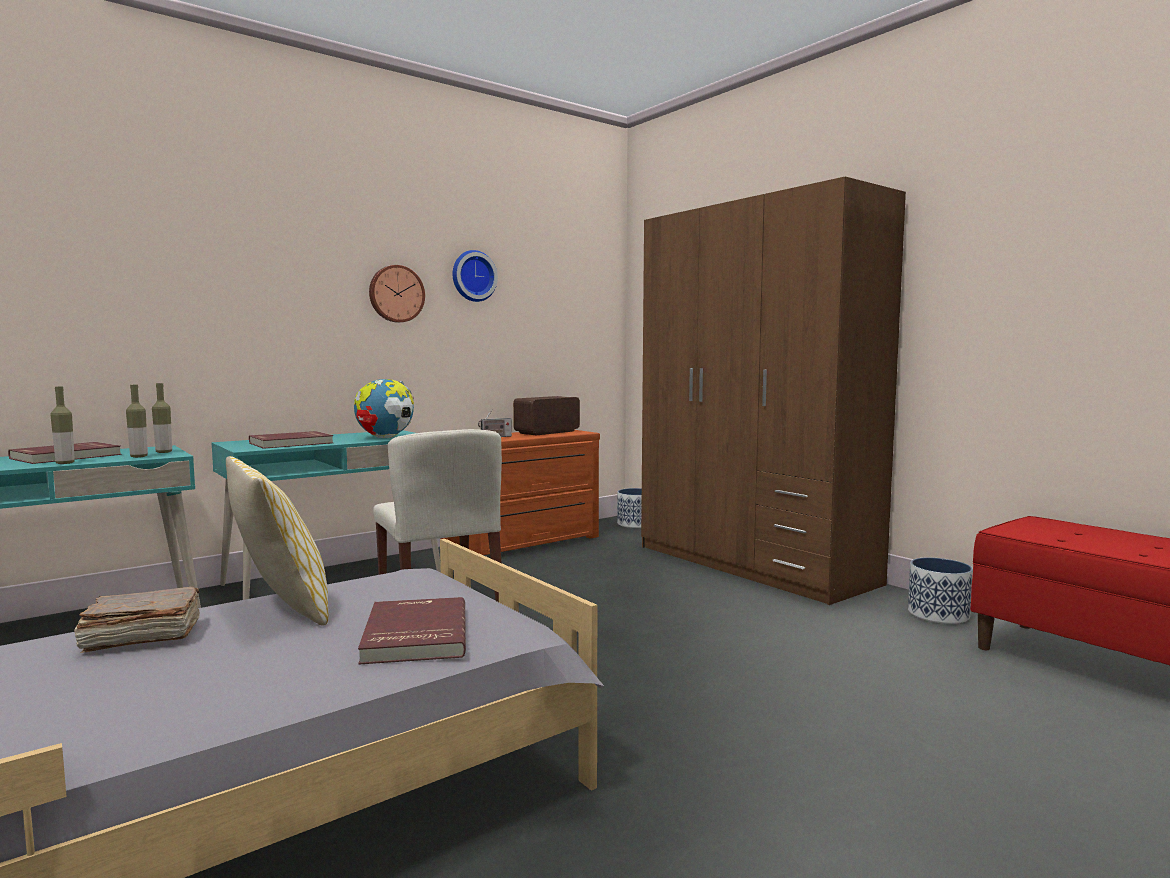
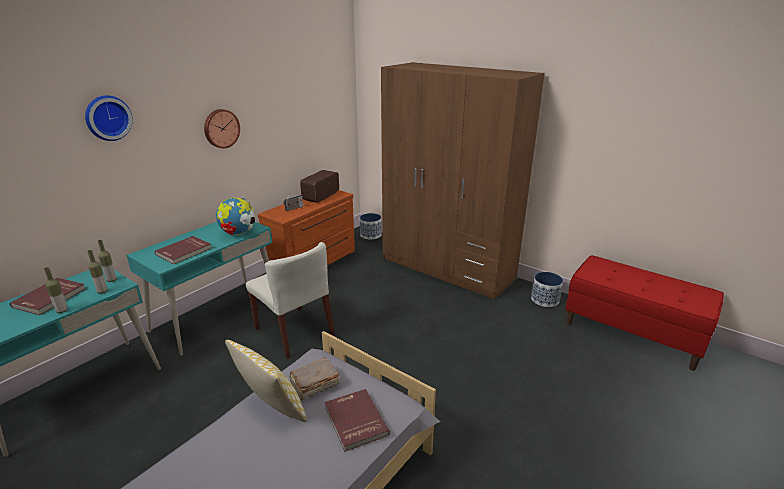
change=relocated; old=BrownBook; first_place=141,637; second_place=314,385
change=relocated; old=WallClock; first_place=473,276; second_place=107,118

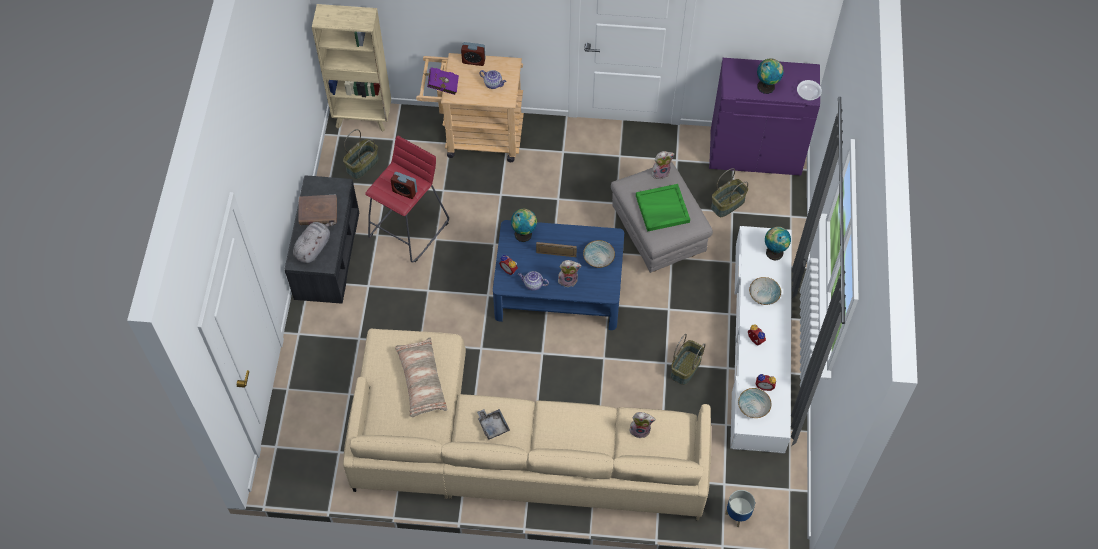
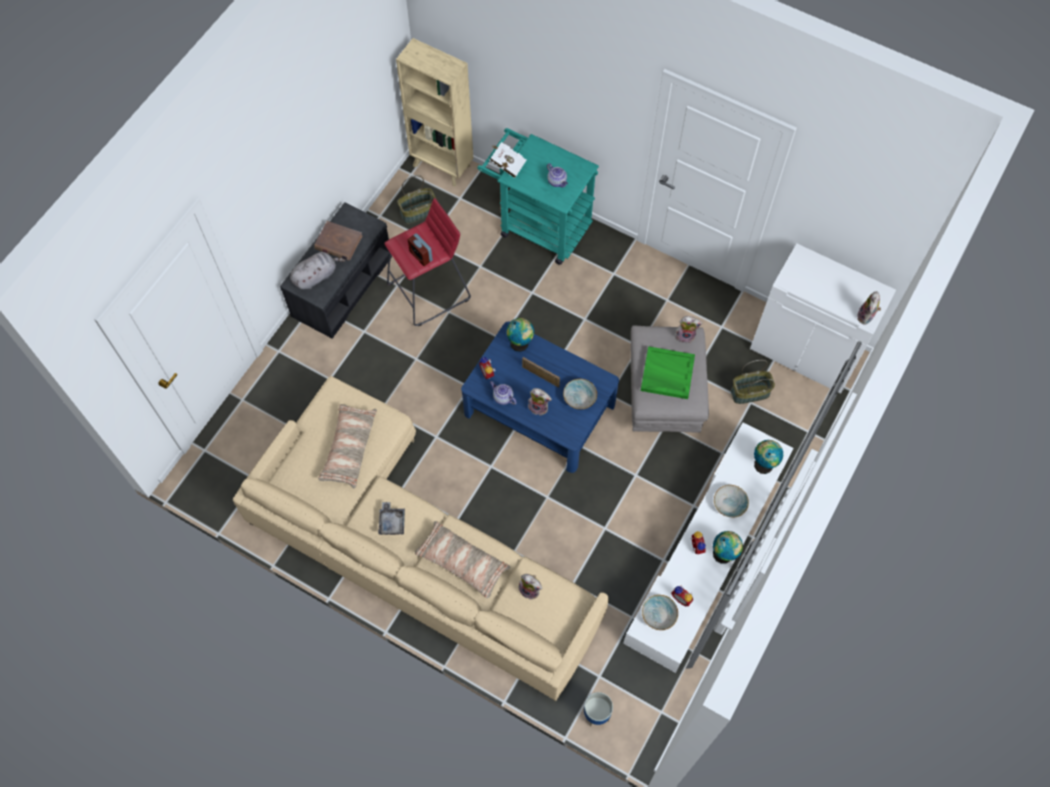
change=missing; old=AlarmClock; first_place=473,61
change=missing; old=HouseholdBasket; first_place=686,368
change=appeared; new=ThrowPillow; second_place=462,562
change=relocated; old=DeskGlobe; first_place=767,86; second_place=724,554
change=exchanged; old=ServingBowl; new=CuddlyToy; first_place=808,94; second_place=866,317
change=colour; old=SandColouredWheeledCart; new=TurquoiseWheeledCart; first_place=476,136; second_place=538,225
change=colour; old=PurpleBook; new=WhitishBook; first_place=442,85; second_place=507,164
change=colour; old=PurpleCabinet; new=WhitishCabinet; first_place=755,152; second_place=806,351

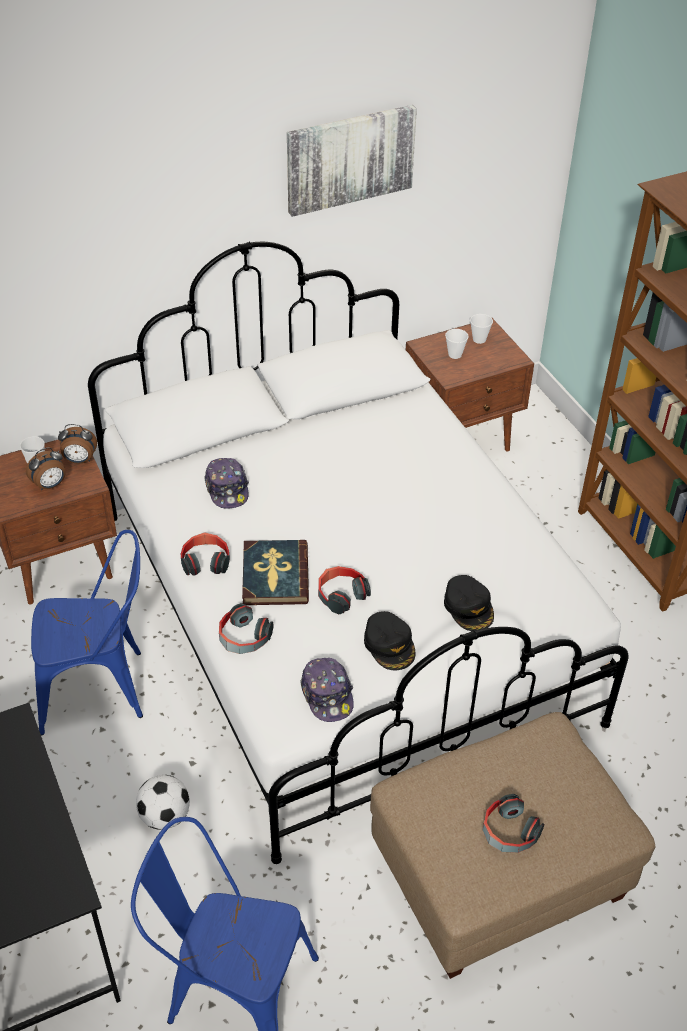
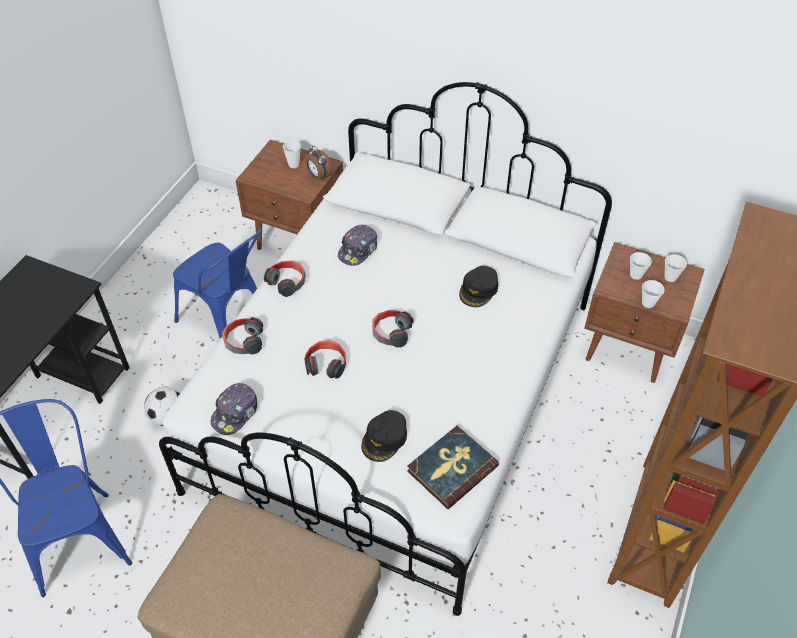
change=missing; old=AlarmClock; first_place=50,485
change=missing; old=WallArt; first_place=350,159
change=appeared; new=Cup; second_place=648,303
change=relocated; old=Book; first_place=274,575; second_place=452,468
change=relocated; old=BlackishBaseballCap; first_place=390,645; second_place=479,290
change=relocated; old=Headphones; first_place=508,832; second_place=391,333

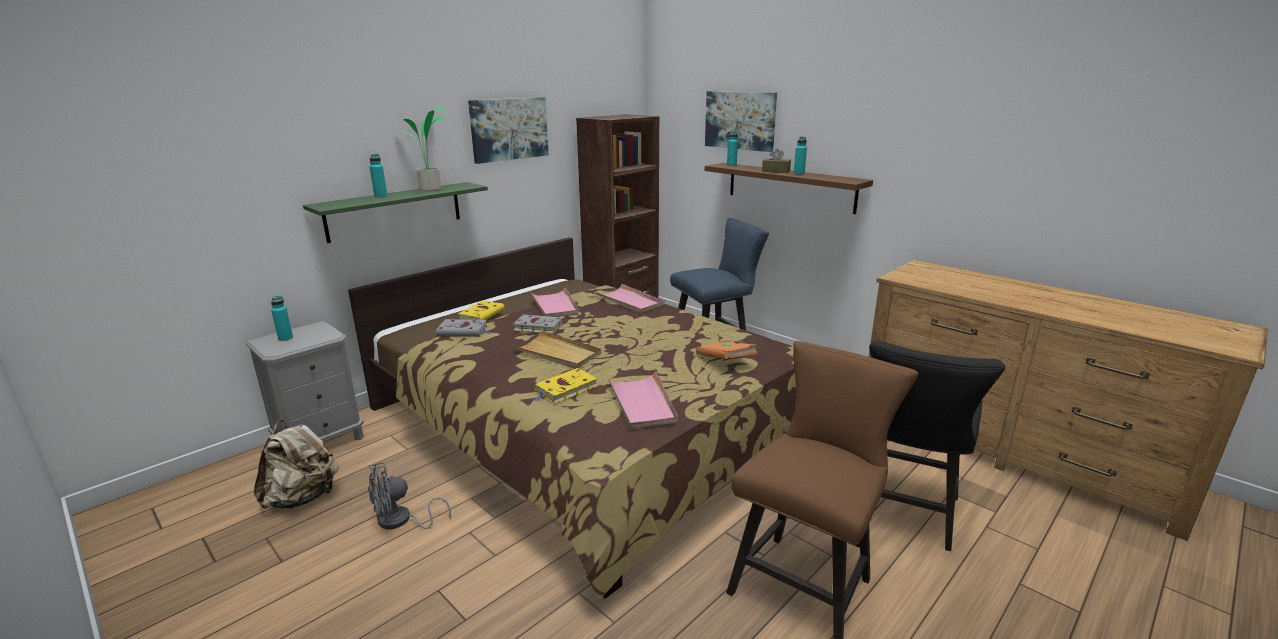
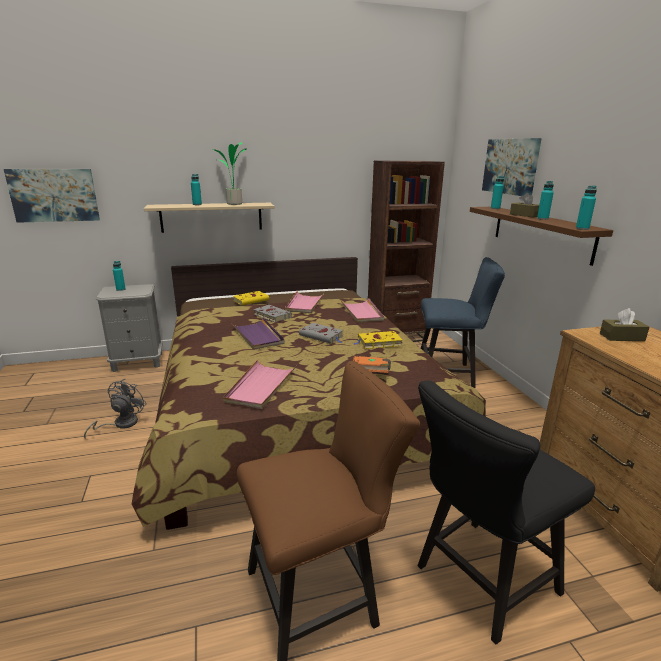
change=missing; old=SandColouredRucksack; first_place=303,497
change=appeared; new=TurquoiseBeverageBottle; second_place=582,228
change=appeared; new=BrownTissueHolder; second_place=622,337
change=relocated; old=GrayBook; first_place=464,331; second_place=322,336
change=relocated; old=WallArt; first_place=509,129; second_place=54,195
change=relocated; old=YellowishBook; first_place=565,390; second_place=378,343
change=colour; old=GreenColouredBracketShelf; new=SandColouredBracketShelf; first_place=395,211; second_place=211,217
change=colour; old=SandColouredServingTray; new=PurpleServingTray; first_place=557,353; second_place=258,336
change=spun; old=GrayElectricFan; first_place=400,521; second_place=120,424; degrees=105

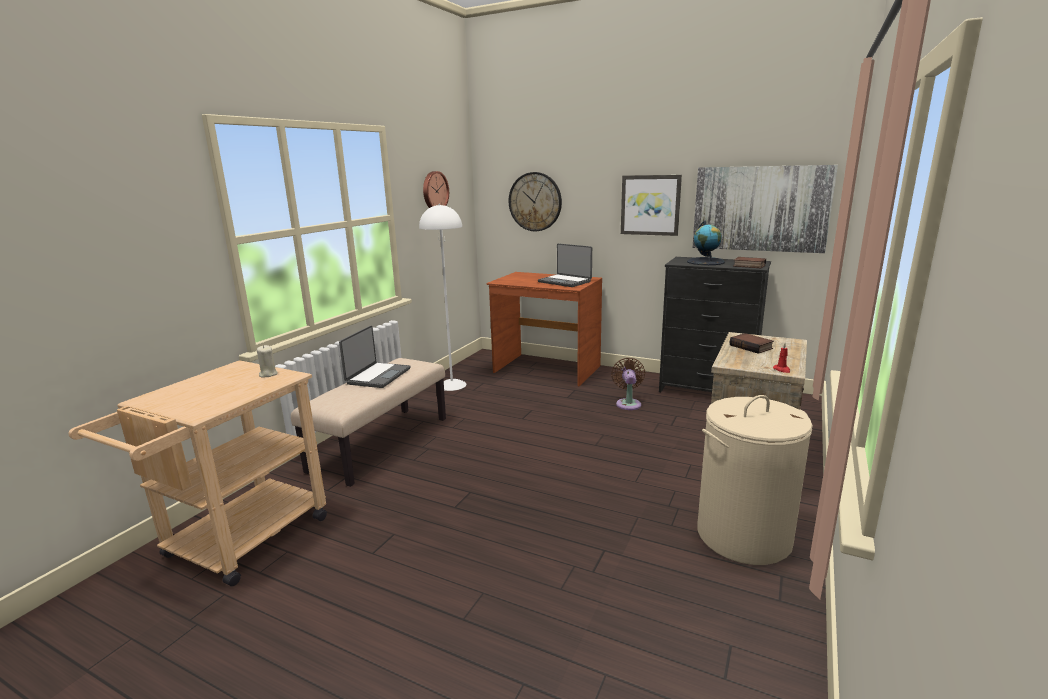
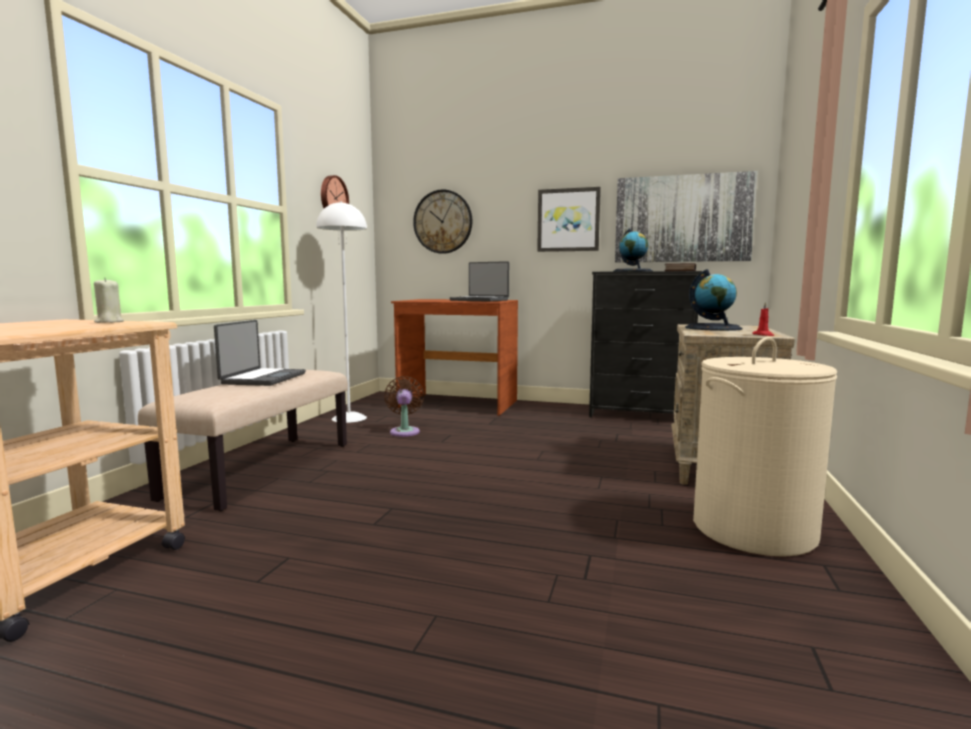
change=relocated; old=BrownElectricFan; first_place=628,403; second_place=405,431
change=exchanged; old=Book; new=DeskGlobe; first_place=752,347; second_place=713,328

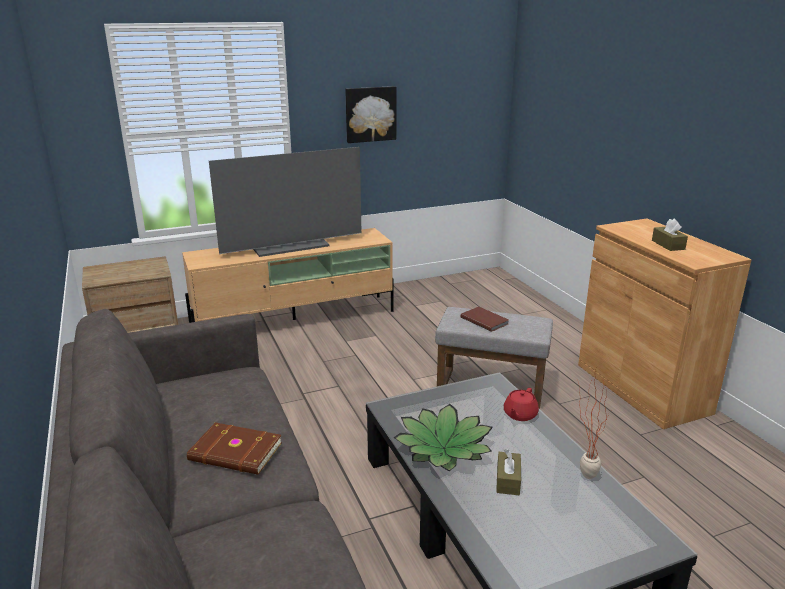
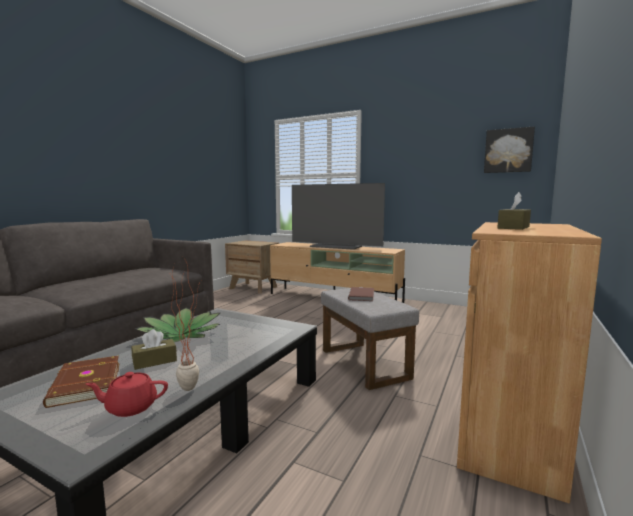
change=relocated; old=BrownBook; first_place=235,453; second_place=84,384
change=relocated; old=WallArt; first_place=370,114; second_place=508,150
change=relocated; old=RedColouredTeapot; first_place=519,415; second_place=130,407

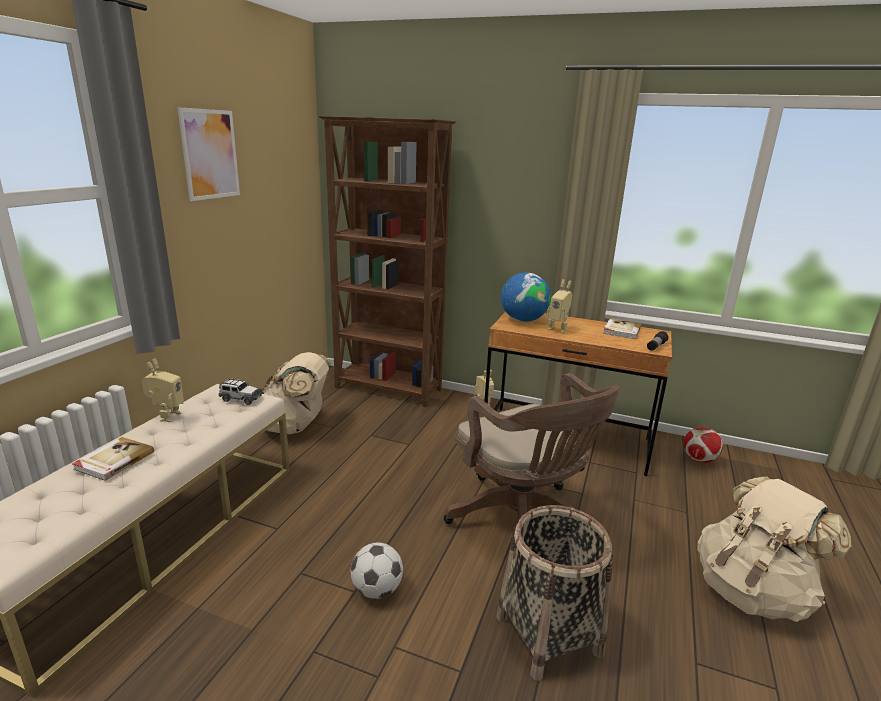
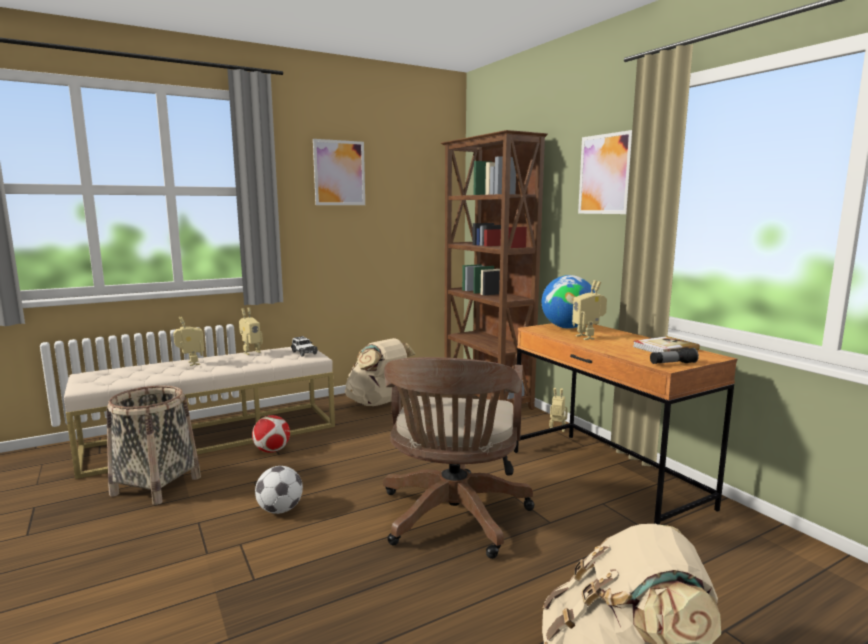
change=appeared; new=WallArt; second_place=604,174
change=relocated; old=HouseholdBasket; first_place=548,635; second_place=156,486
change=relocated; old=BallForFootball; first_place=699,460; second_place=272,451
change=exchanged; old=Book; new=ModelRobot; first_place=113,460; second_place=190,363

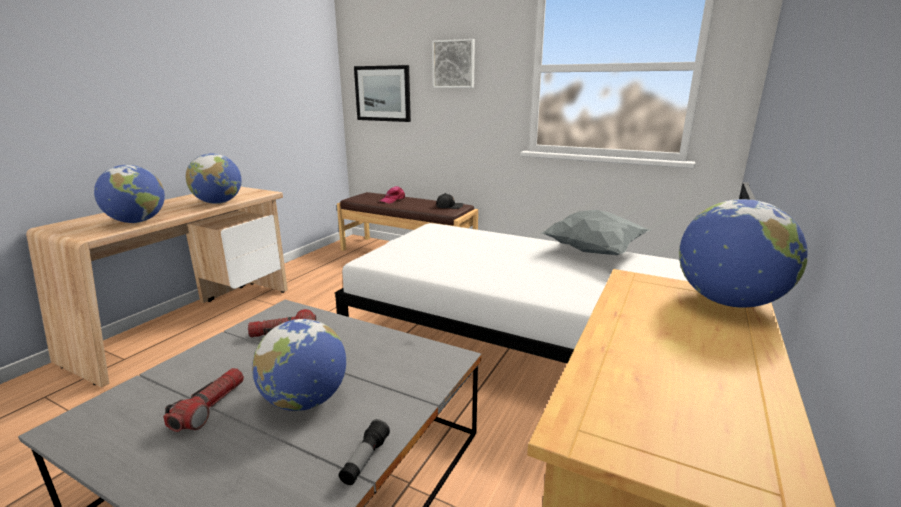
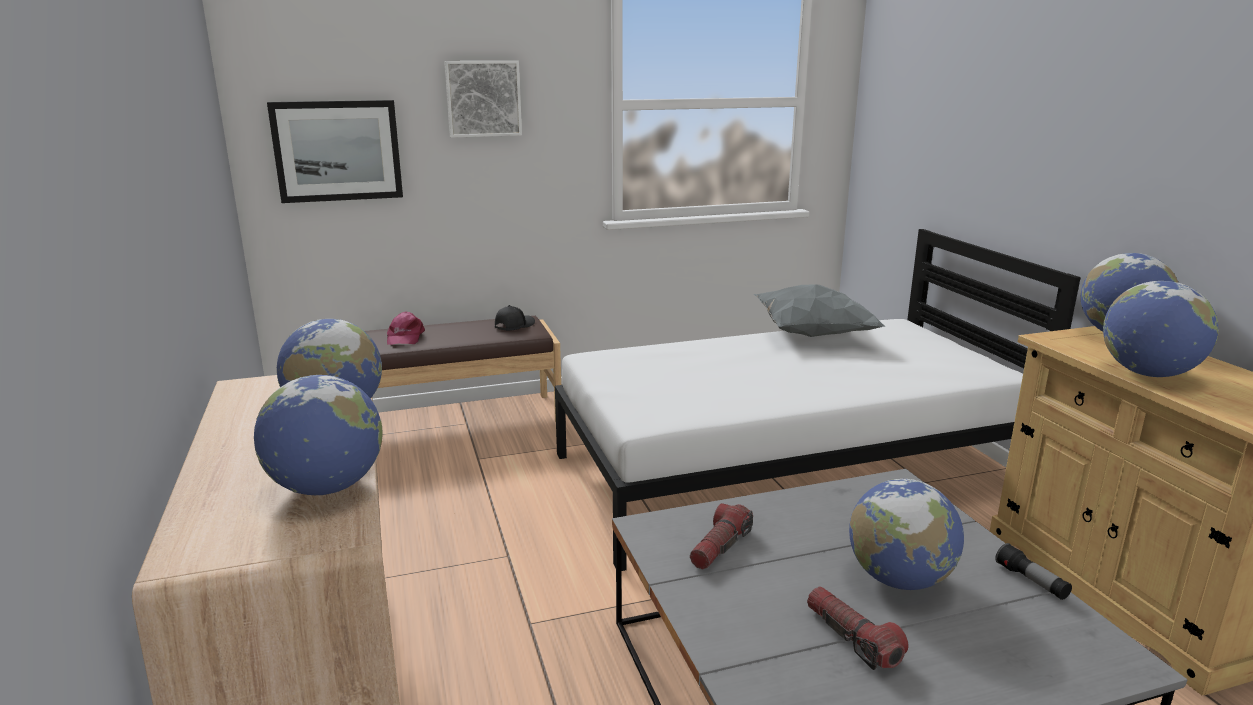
change=appeared; new=DeskGlobe; second_place=1148,374

